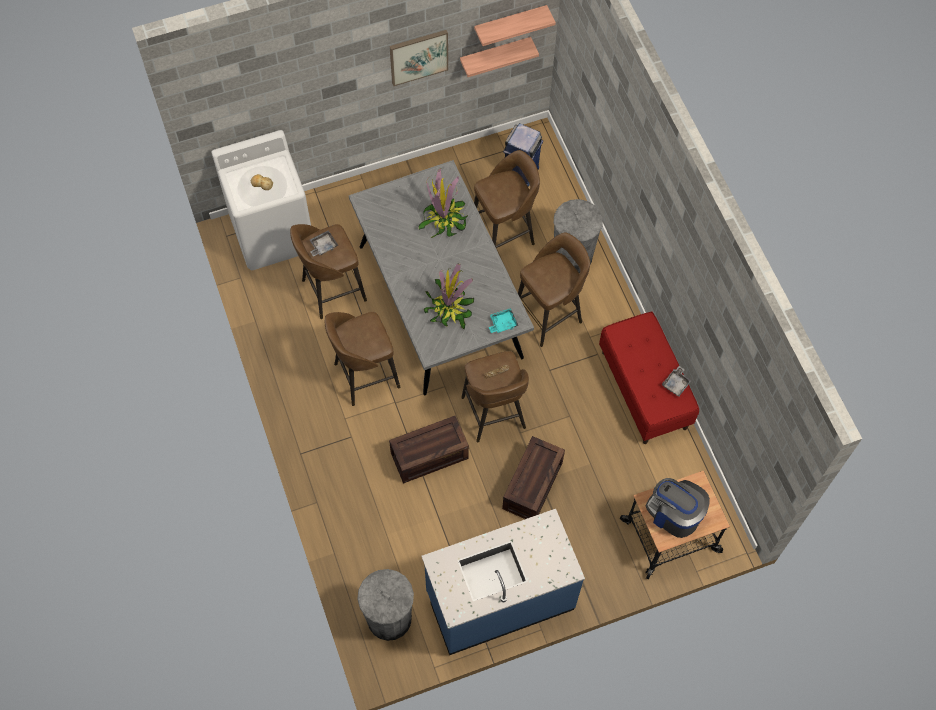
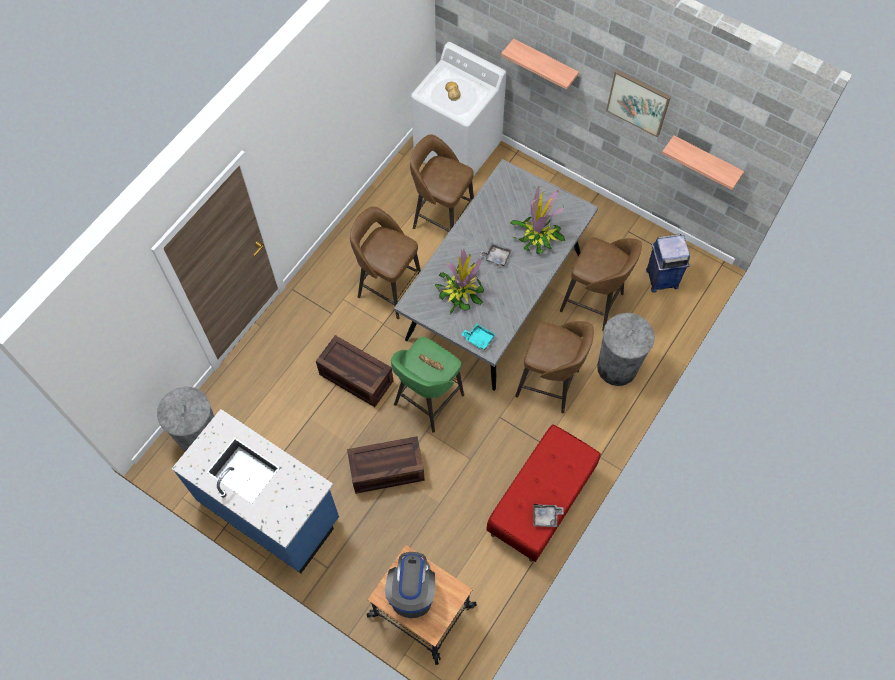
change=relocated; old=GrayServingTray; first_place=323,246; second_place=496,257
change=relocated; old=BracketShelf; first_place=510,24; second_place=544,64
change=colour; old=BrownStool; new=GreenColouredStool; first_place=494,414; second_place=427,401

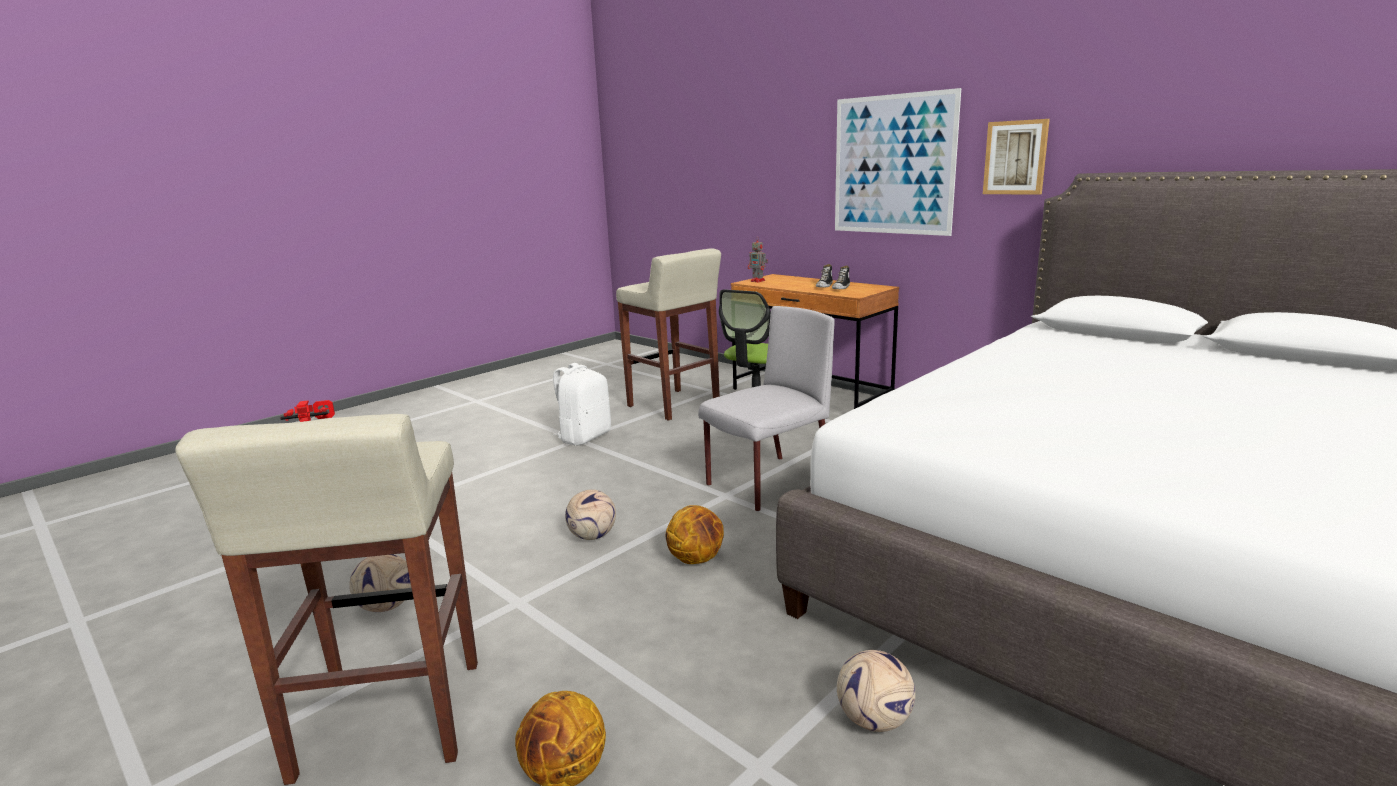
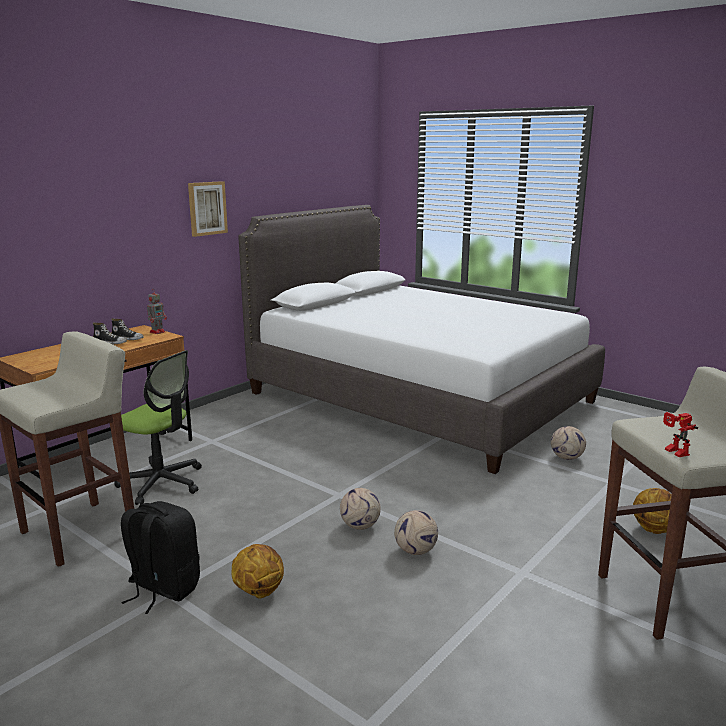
change=missing; old=GrayUprightChair; first_place=768,484
change=missing; old=WallArt; first_place=893,165
change=relocated; old=BallForFootball; first_place=387,607; second_place=360,526
change=relocated; old=BasketballBall; first_place=697,559; second_place=258,591
change=relocated; old=ModelRobot; first_place=758,281; second_place=158,332
change=colour; old=WhitishRucksack; new=BlackishRucksack; first_place=584,437; second_place=163,589

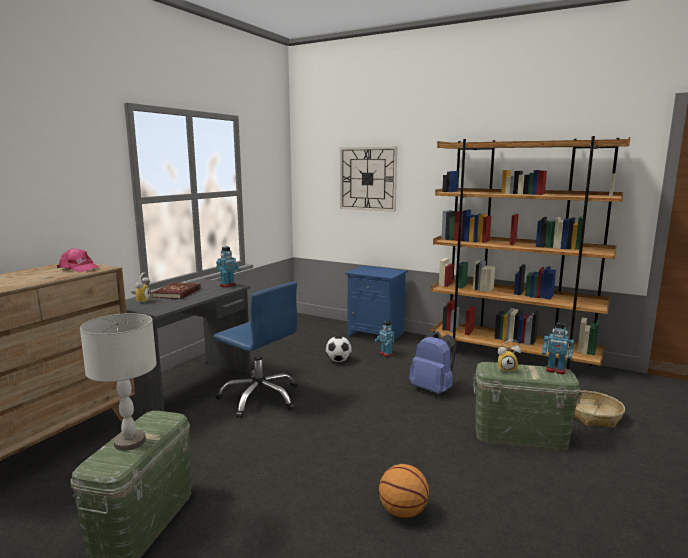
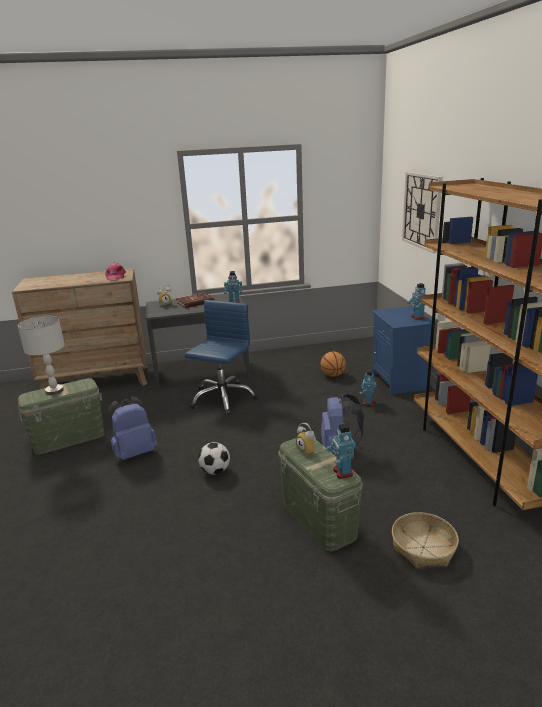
change=appeared; new=BlueRucksack; second_place=135,452
change=appeared; new=ModelRobot; second_place=417,317
change=relocated; old=BallForFootball; first_place=338,361; second_place=215,471
change=relocated; old=BasketballBall; first_place=403,512; second_place=333,375
change=spun; old=BlueOfficeChair; first_place=260,397; second_place=222,398; degrees=-150

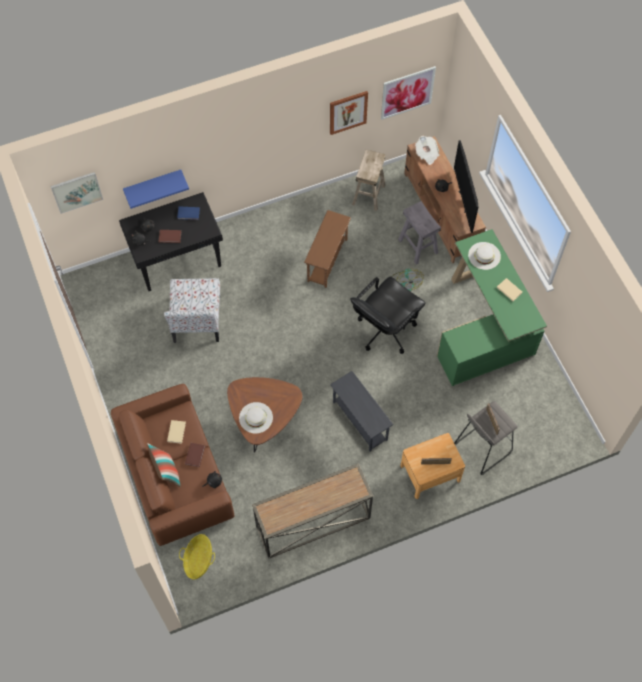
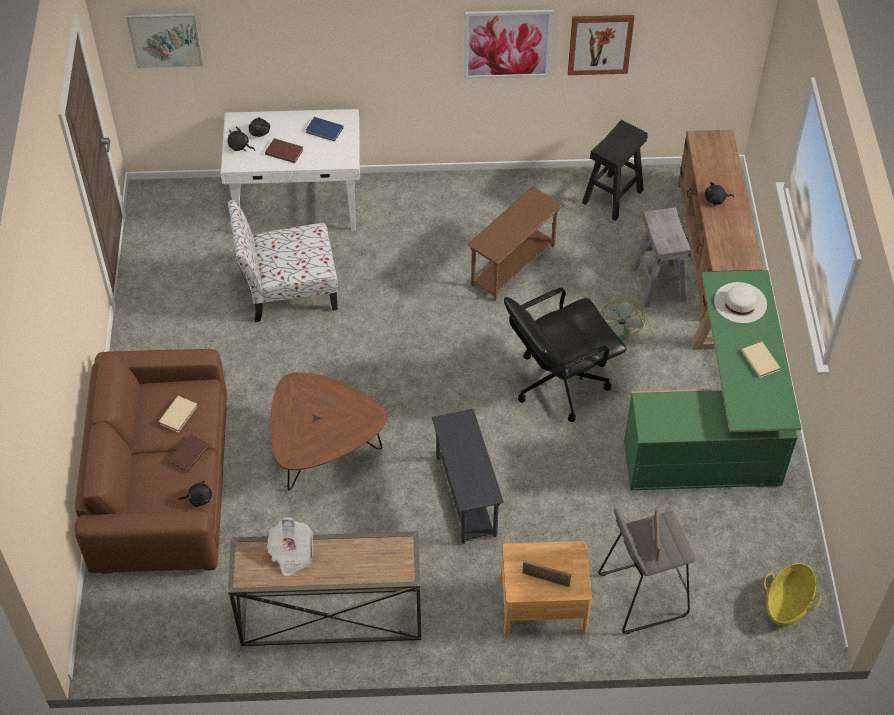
change=missing; old=BlueBracketShelf; first_place=153,184
change=missing; old=ThrowPillow; first_place=166,472
change=missing; old=WhitishHat; first_place=255,417
change=missing; old=Tv; first_place=464,201
change=relocated; old=HouseholdBasket; first_place=198,560; second_place=787,603
change=relocated; old=WallArt; first_place=407,92; second_place=507,44
change=relocated; old=DailyPaper; first_place=426,154; second_place=291,554
change=colour; old=BlackishDesk; new=WhitishDesk; first_place=177,259; second_place=298,204
change=colour; old=SandColouredStool; new=BlackishStool; first_place=368,194; second_place=612,196
change=spun; old=UprightChair; first_place=196,320; second_place=288,289; degrees=60

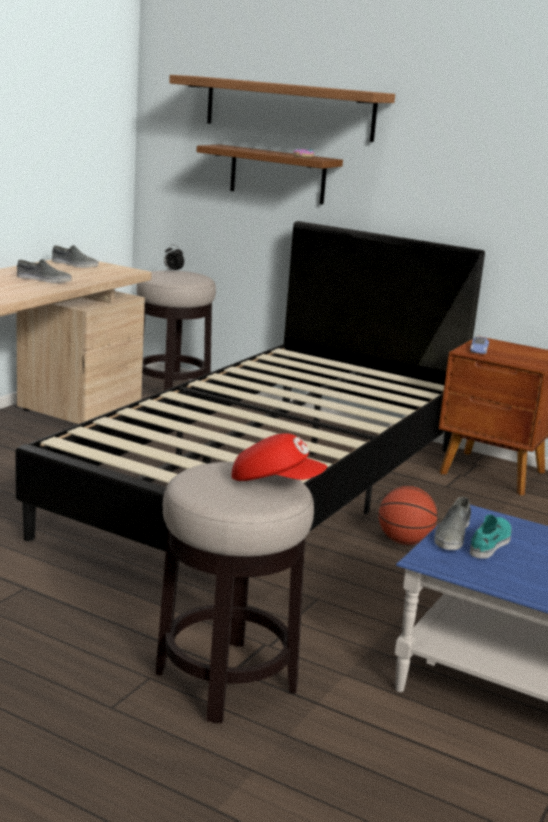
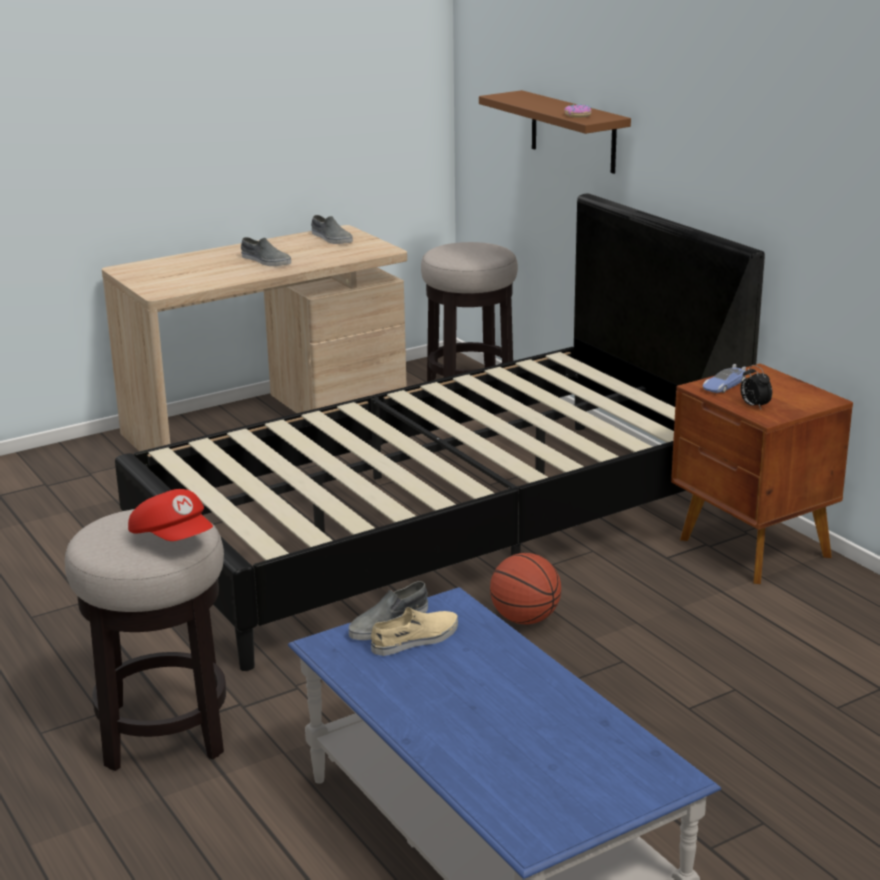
change=missing; old=BracketShelf; first_place=289,108
change=relocated; old=AlarmClock; first_place=173,271; second_place=754,406
change=colour; old=TurquoiseLowShoe; new=SandColouredLowShoe; first_place=490,543; second_place=416,639

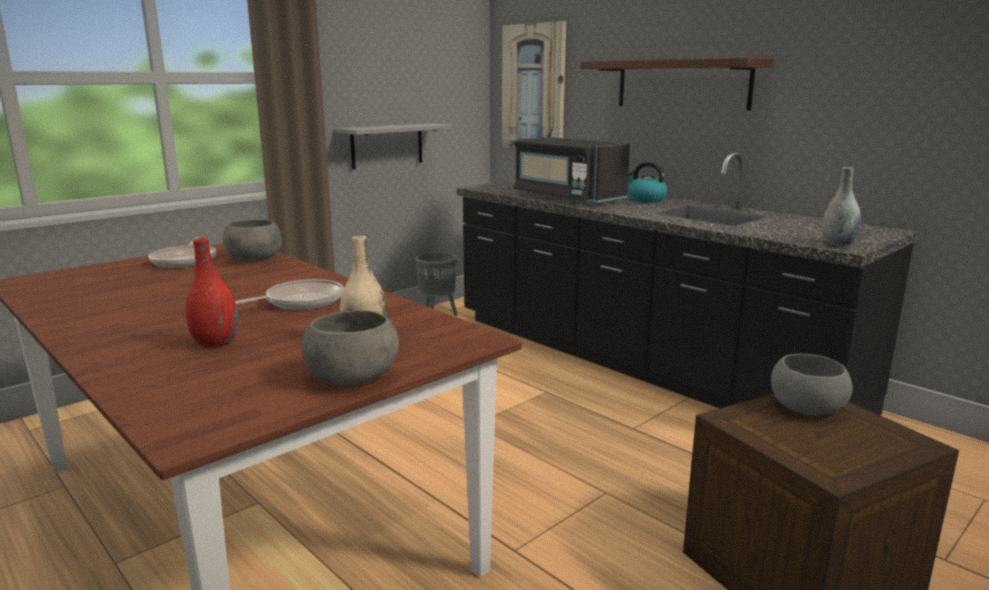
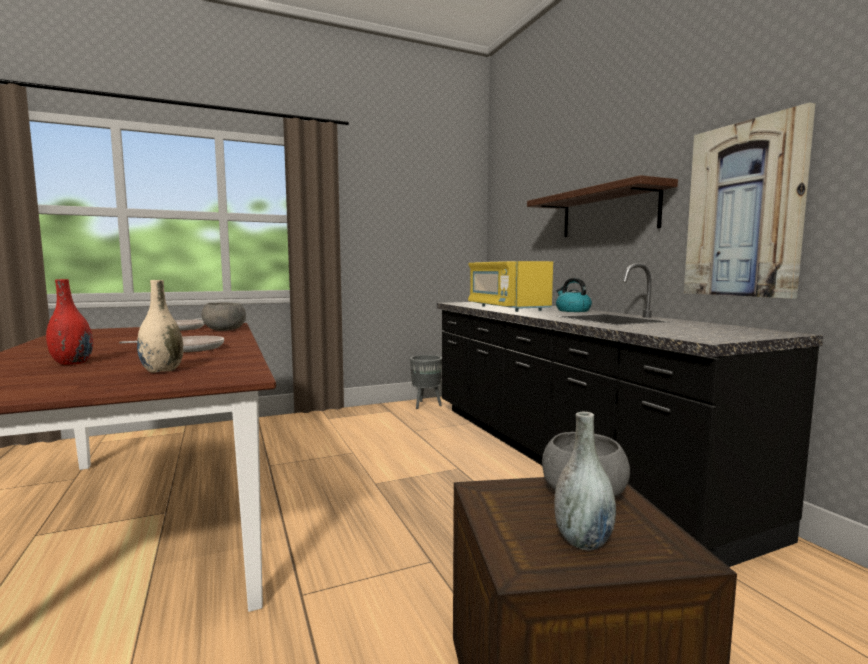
change=missing; old=GrayServingBowl; first_place=353,377
change=missing; old=GrayBracketShelf; first_place=387,145
change=relocated; old=WallArt; first_place=534,88; second_place=744,210
change=relocated; old=GrayFlowerVase; first_place=838,244; second_place=583,541
change=colour; old=BlackishMicrowaveOven; new=YellowishMicrowaveOven; first_place=566,198; second_place=506,308

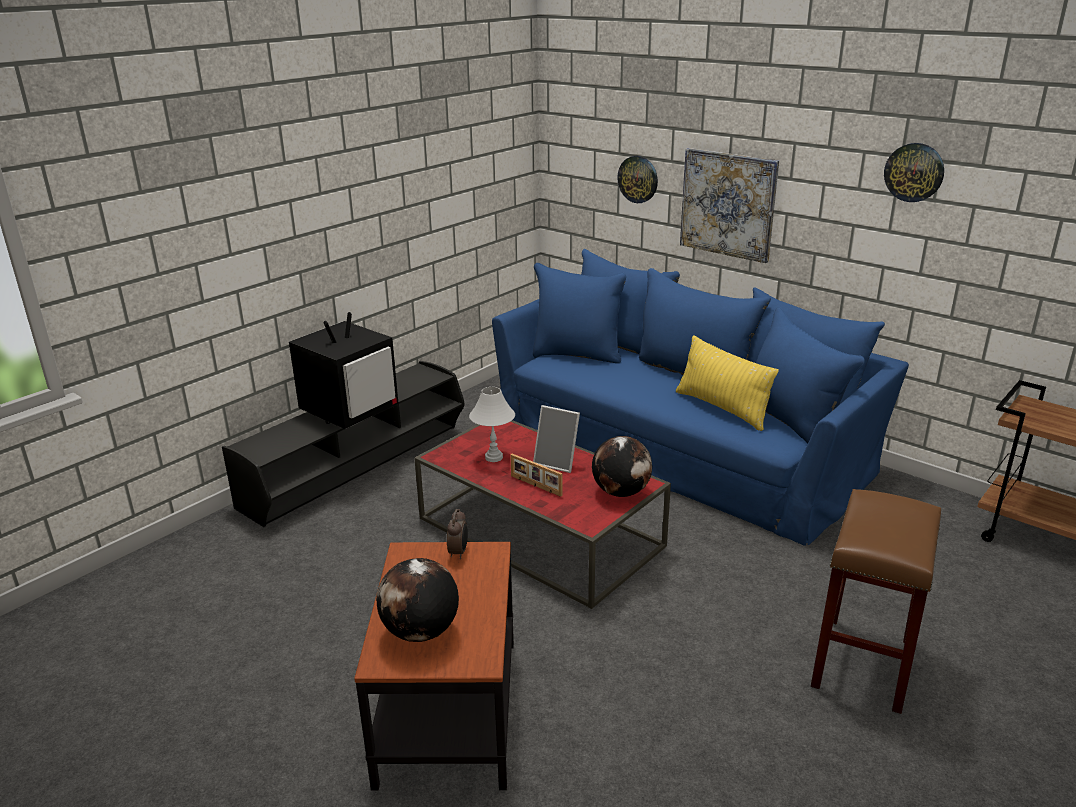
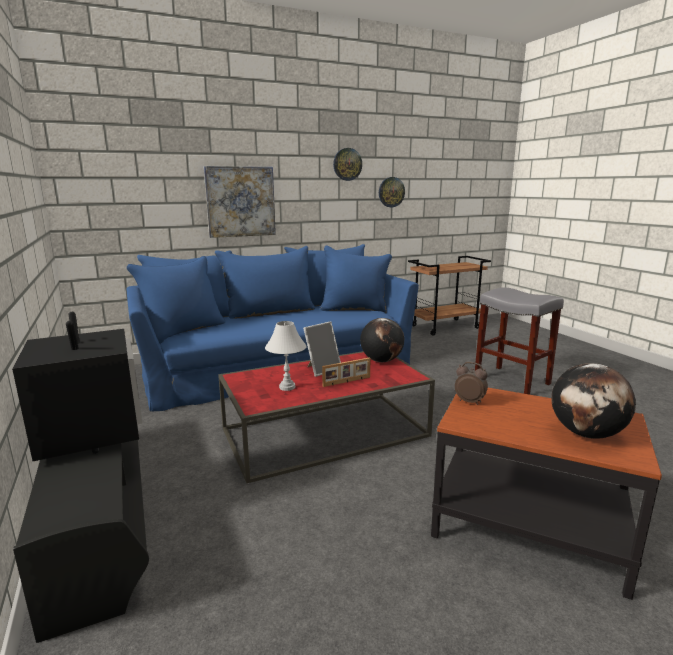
change=missing; old=YellowishThrowPillow; first_place=722,408
change=relocated; old=WallClock; first_place=638,179; second_place=391,192
change=colour; old=BrownStool; new=GrayStool; first_place=863,664; second_place=513,381

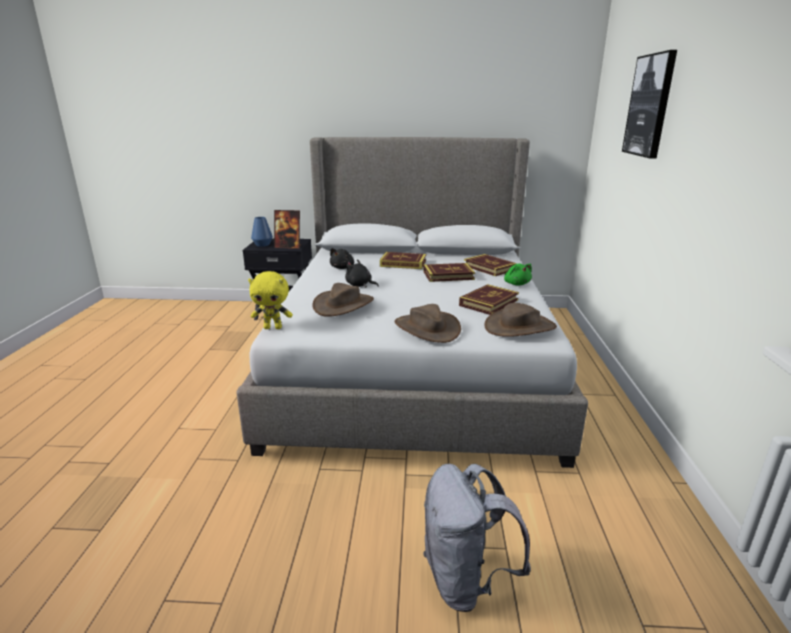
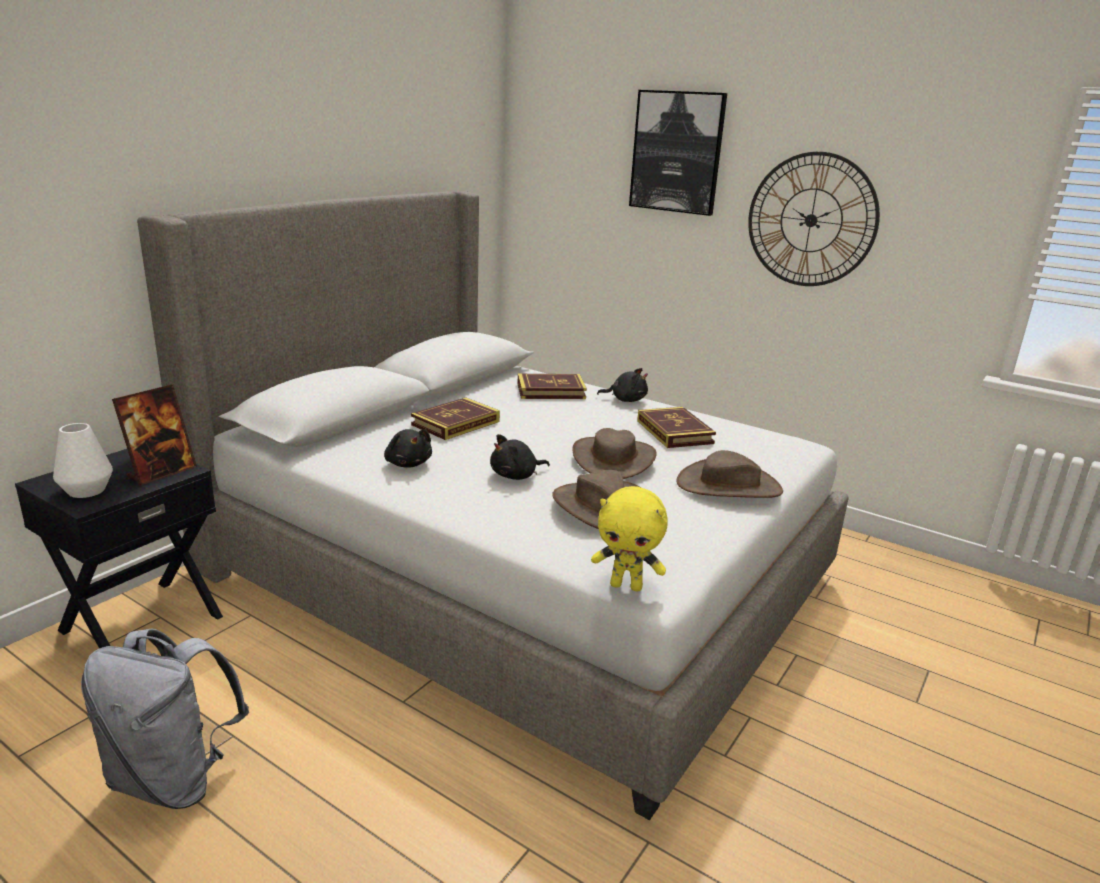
change=missing; old=Book; first_place=448,275
change=appeared; new=WallClock; second_place=811,220
change=relocated; old=GrayRucksack; first_place=466,580; second_place=174,779
change=relocated; old=BrownHat; first_place=520,327; second_place=614,459
change=colour; old=BlueFlowerVase; new=WhitishFlowerVase; first_place=262,244; second_place=86,490
change=colour; old=GreenColouredCuddlyToy; new=BlackishCuddlyToy; first_place=516,284; second_place=626,400
change=spun; old=YellowishCuddlyToy; first_place=273,327; second_place=626,586; degrees=75

